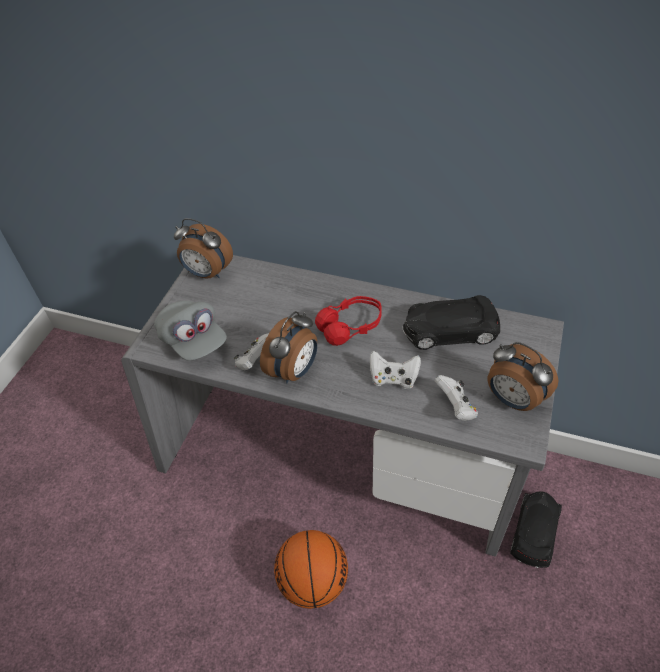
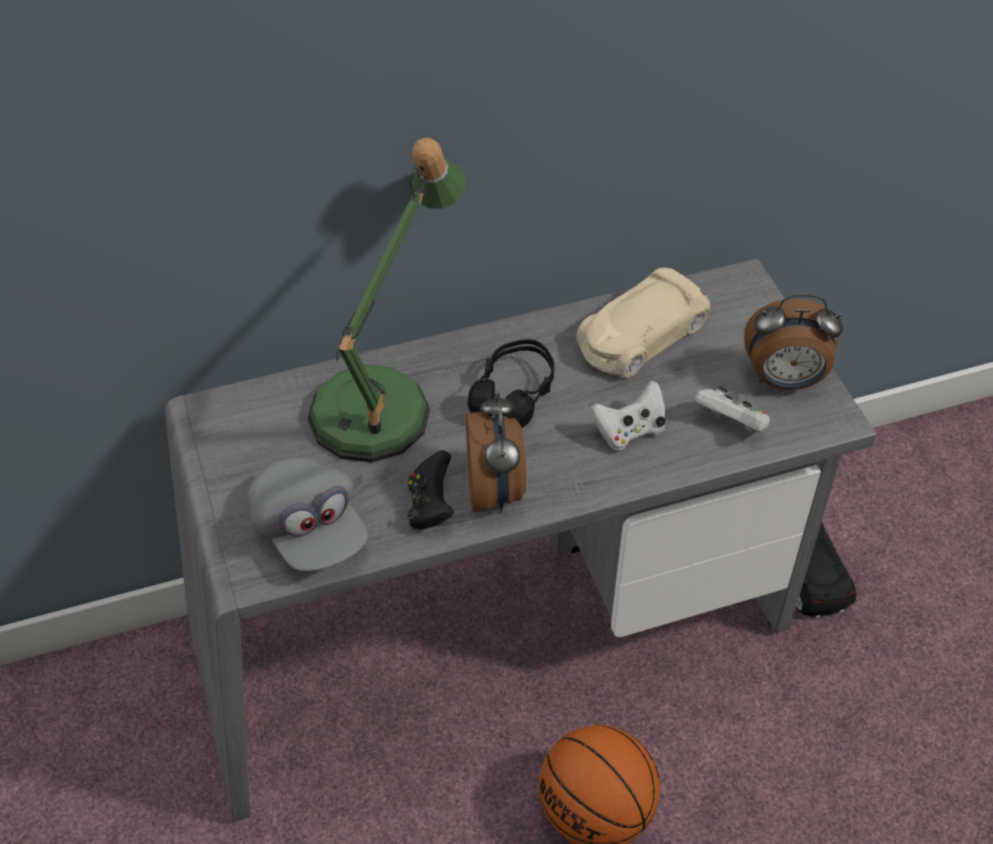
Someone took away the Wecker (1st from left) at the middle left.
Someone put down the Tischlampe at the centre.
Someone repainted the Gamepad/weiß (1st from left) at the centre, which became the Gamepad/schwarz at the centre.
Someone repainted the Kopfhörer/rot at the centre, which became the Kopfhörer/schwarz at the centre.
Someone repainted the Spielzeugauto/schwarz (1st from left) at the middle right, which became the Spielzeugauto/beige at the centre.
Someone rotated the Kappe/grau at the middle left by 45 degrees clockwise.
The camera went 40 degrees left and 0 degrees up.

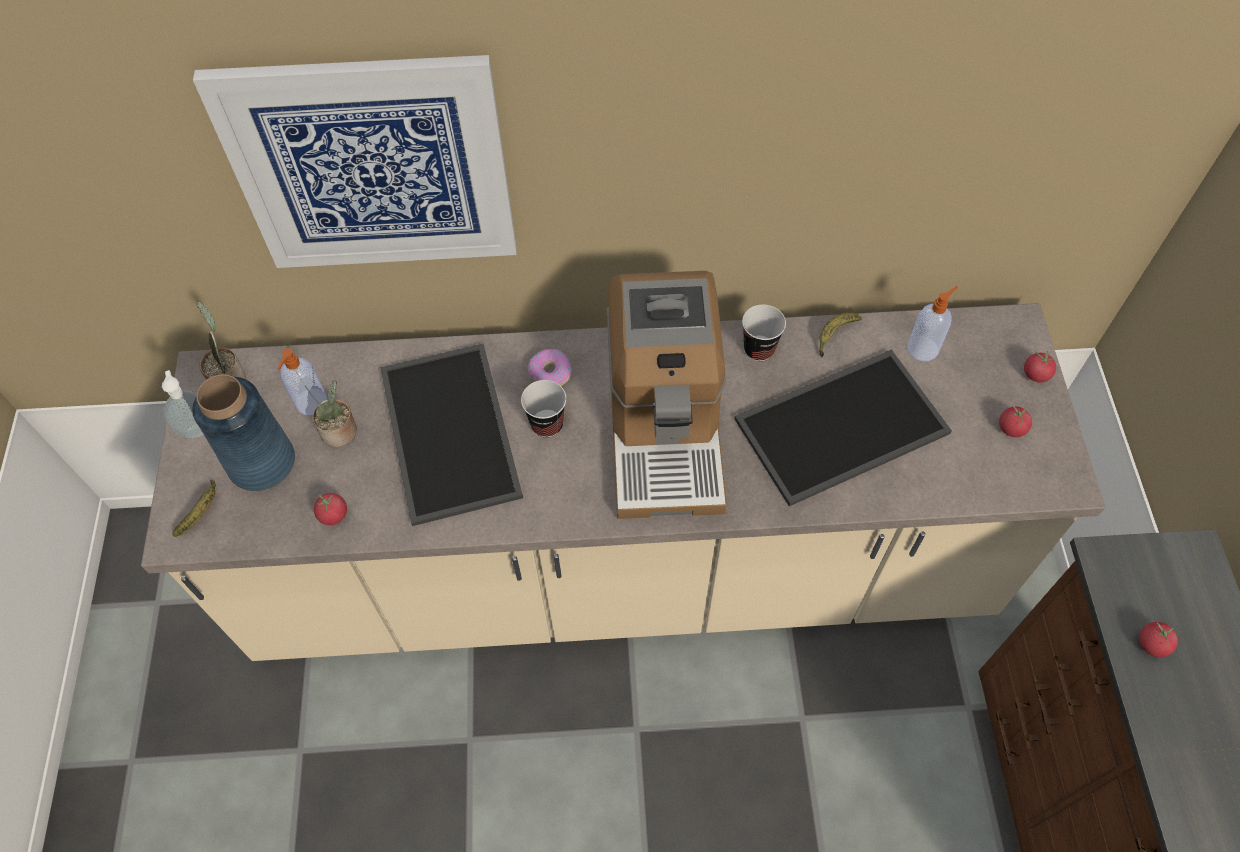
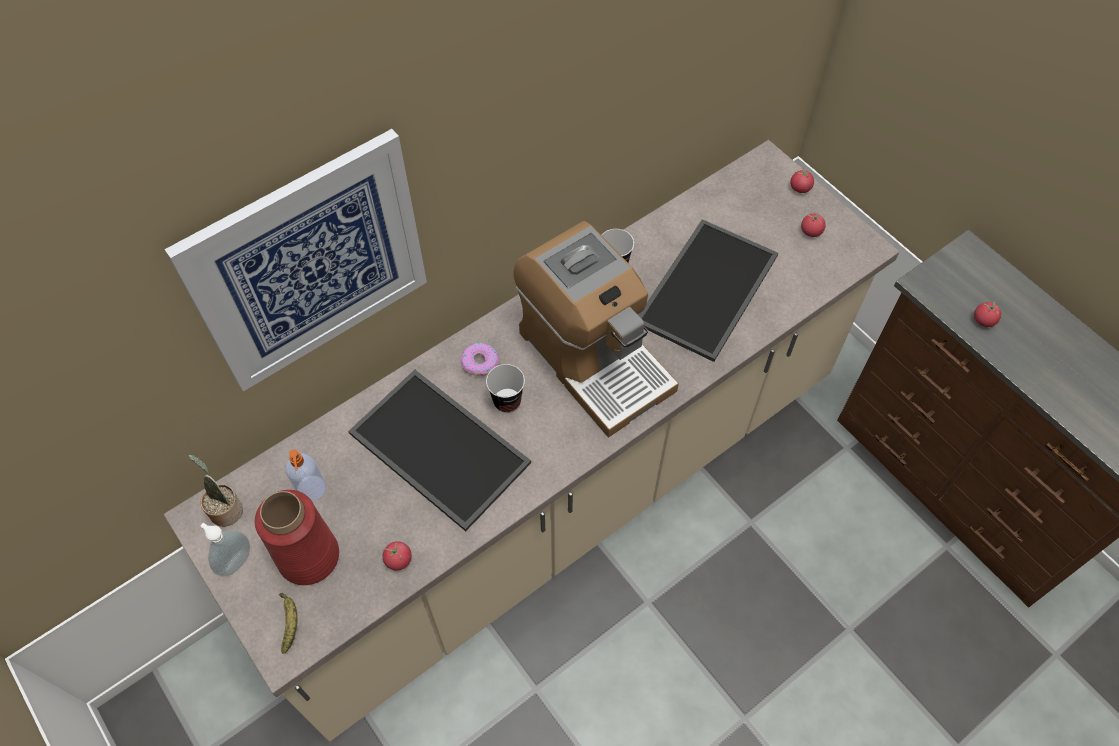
Someone took away the Topfpflanze (2nd from left) at the middle left.
Someone took away the Banane (2nd from left) at the middle right.
Someone took away the Seifenspender (3rd from left) at the middle right.
Someone repainted the Vase/blau at the middle left, which became the Vase/rot at the bottom left.
The camera went 35 degrees left and 0 degrees up.

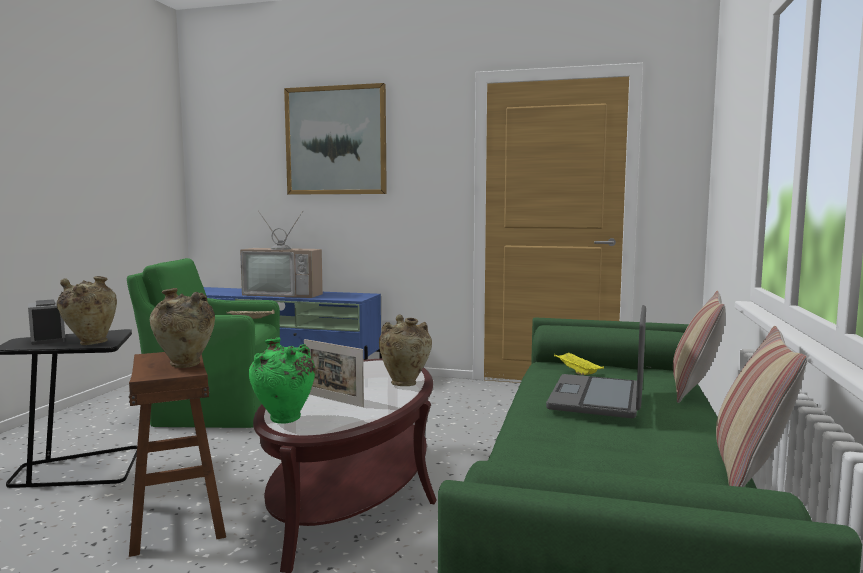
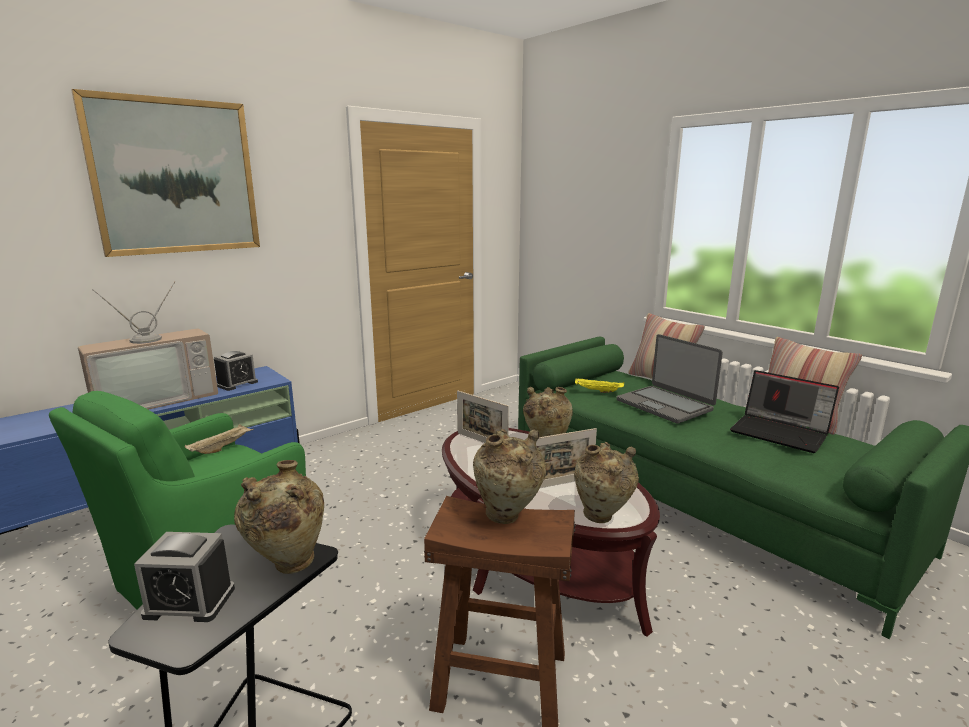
Someone put down the Wecker (2nd from left) at the middle left.
Someone put down the Bilderrahmen (1st from left) at the centre.
Someone put down the Laptop (2nd from left) at the middle right.
Someone repainted the Vase/grün at the middle left, which became the Vase/beige (4th from left) at the centre.
The camera went 55 degrees left and 10 degrees up.

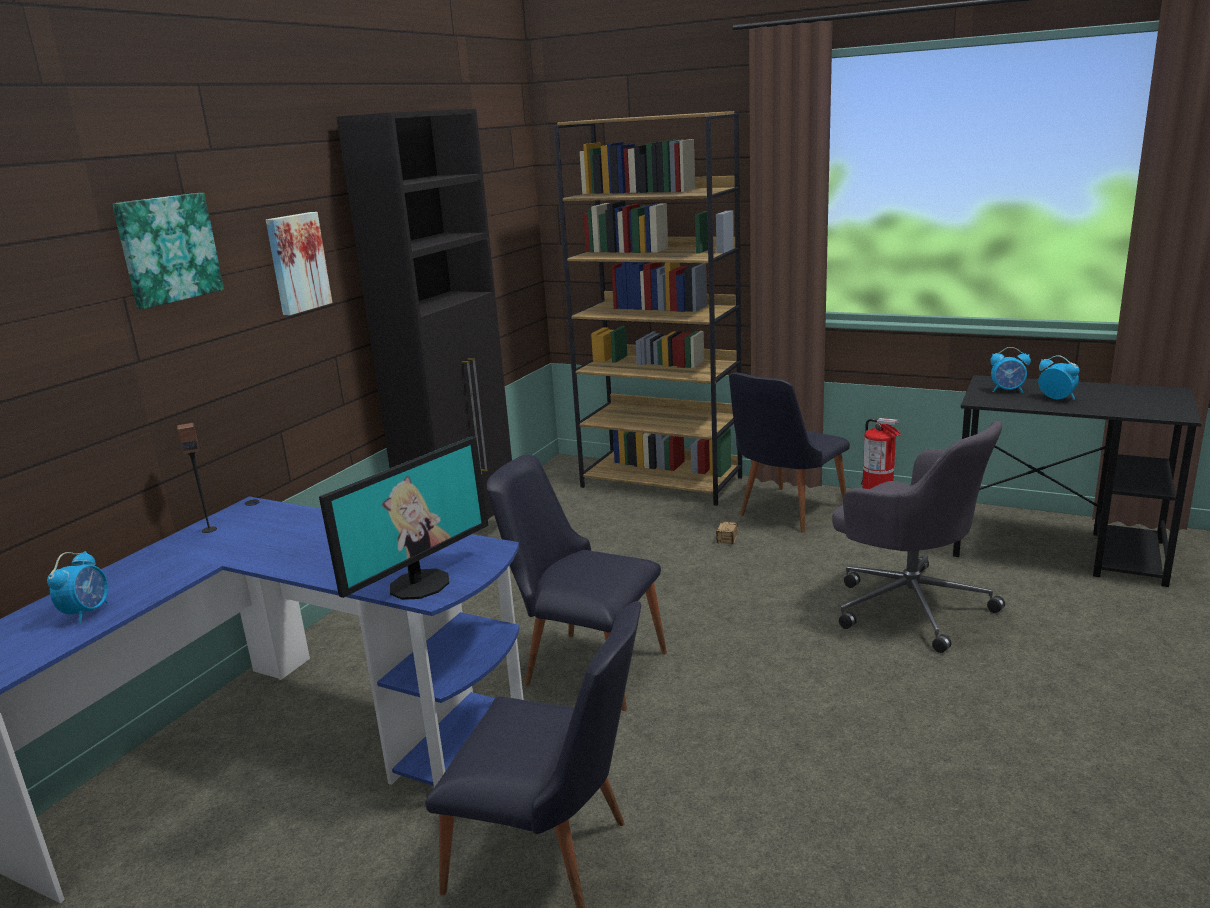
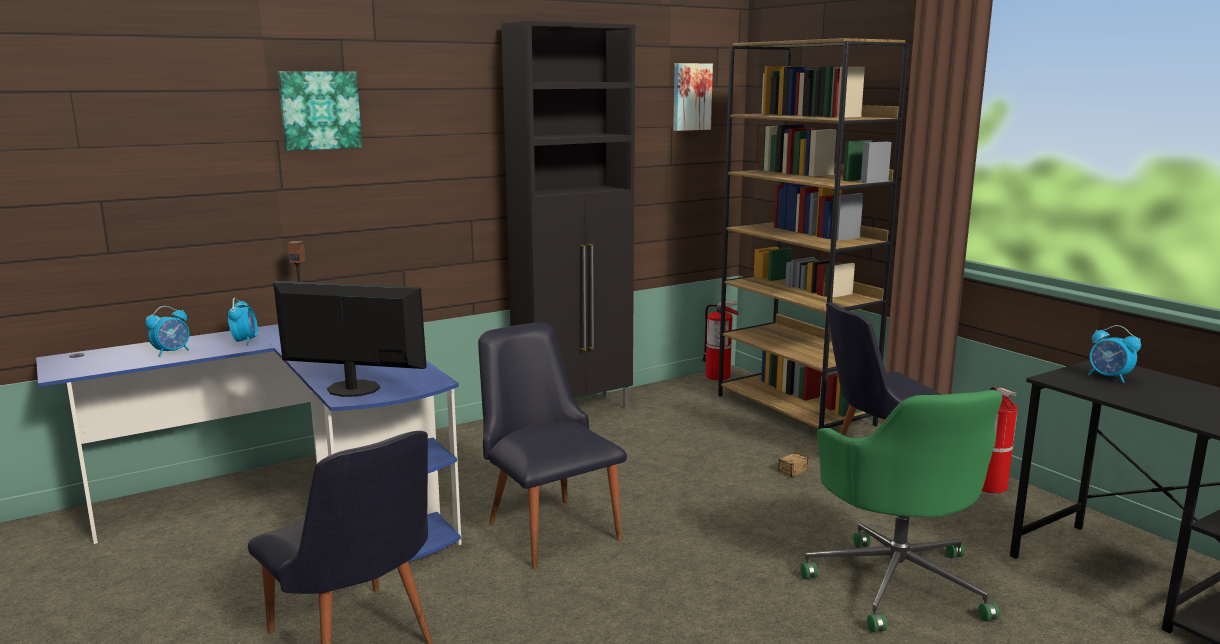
Someone put down the Feuerlöscher (1st from left) at the centre.
Someone carried the Bild (2nd from left) from the top left to the top centre.
Someone carried the Wecker (3rd from left in the first image) from the middle right to the middle left.
Someone repainted the Bürostuhl/grau at the middle right, which became the Bürostuhl/grün at the bottom right.
Someone rotated the Monitor at the middle left by 150 degrees counterclockwise.
The camera went 30 degrees right and 5 degrees down.

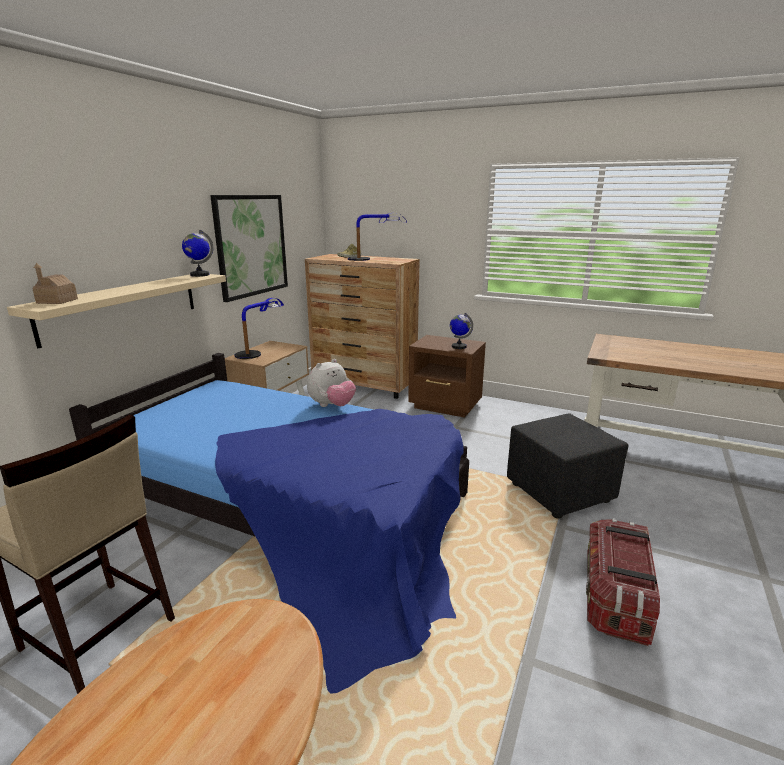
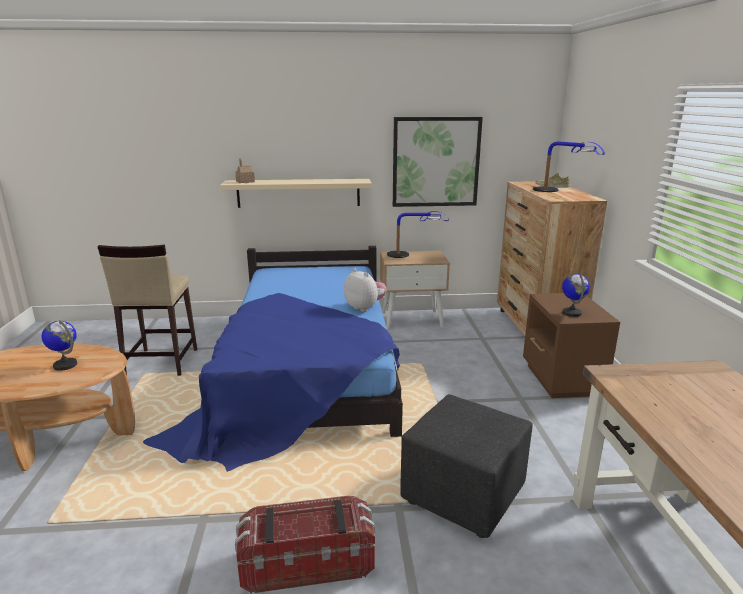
Someone carried the Globus (1st from left) from the top left to the middle left.
Someone rotated the Plüschtier at the centre by 150 degrees counterclockwise.
The camera went 60 degrees right and 0 degrees up.

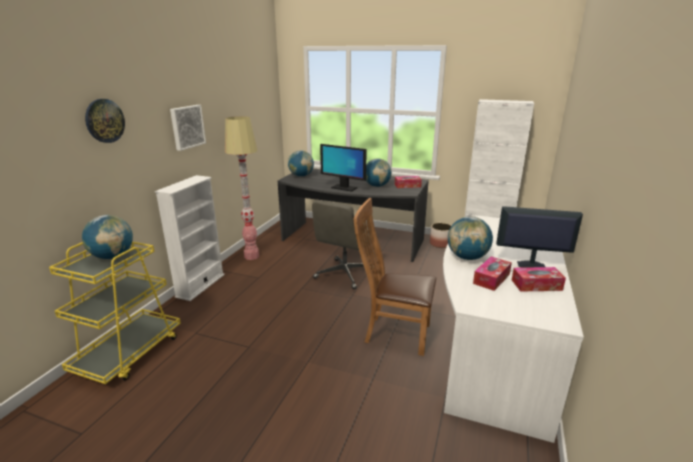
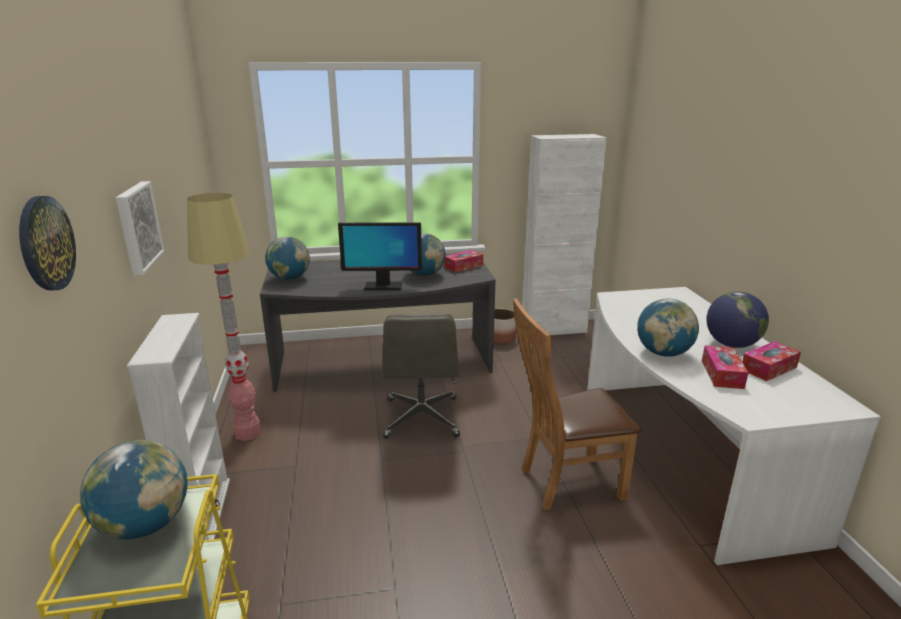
Someone swapped the Monitor (2nd from left) at the middle right for the Globus (5th from left) at the middle right.
The camera went 30 degrees left and 0 degrees up.

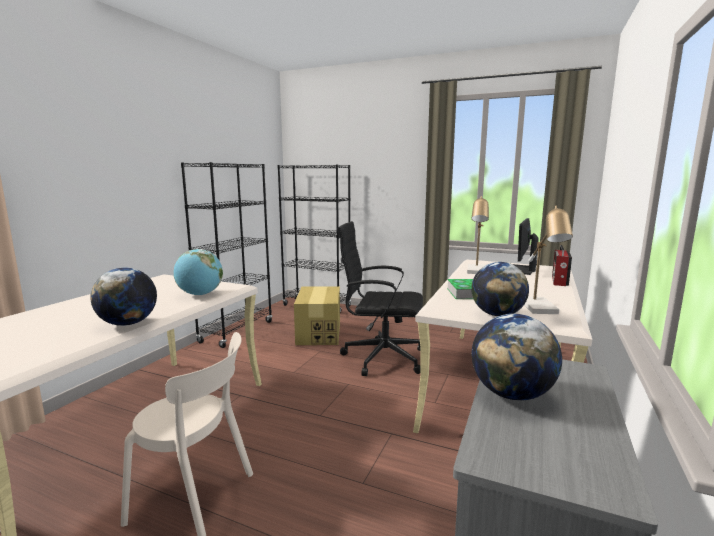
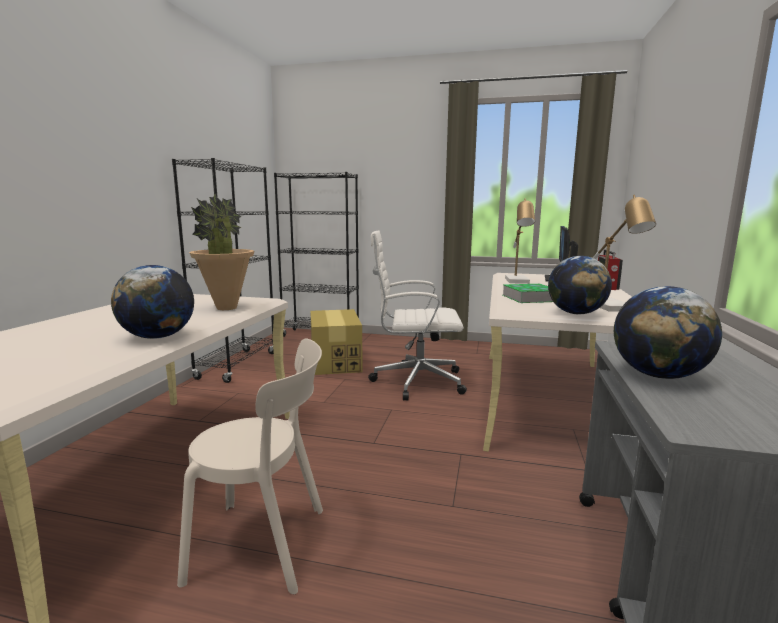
Someone swapped the Globus (2nd from left) at the middle left for the Topfpflanze at the middle left.
Someone repainted the Bürostuhl/schwarz at the centre, which became the Bürostuhl/weiß at the centre.
The camera went 10 degrees left and 0 degrees up.

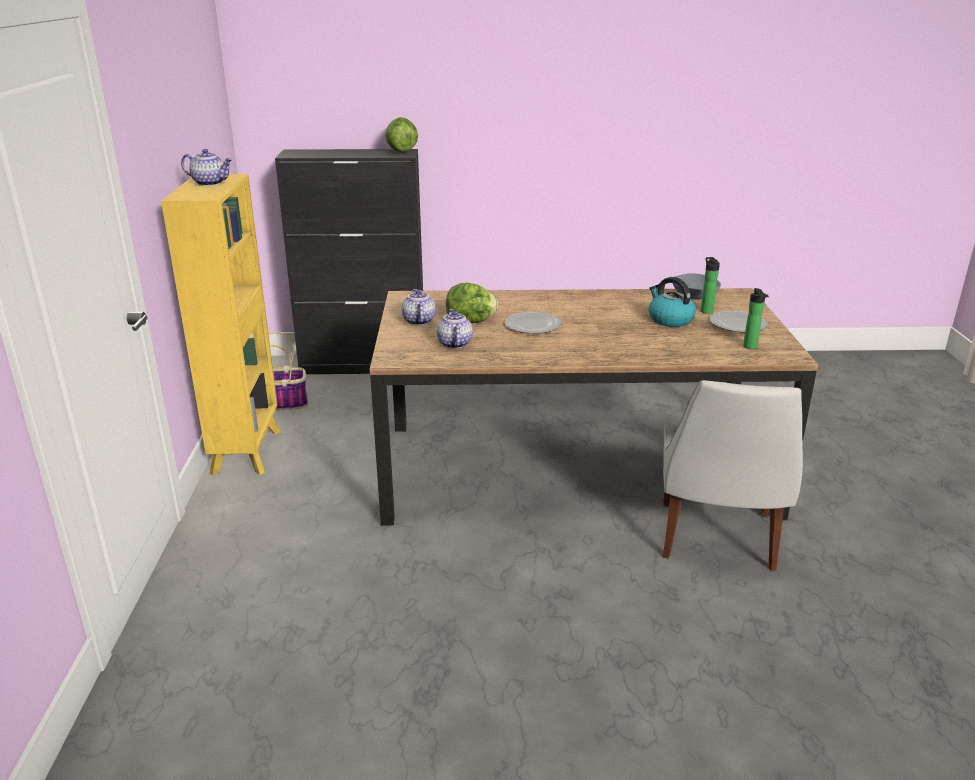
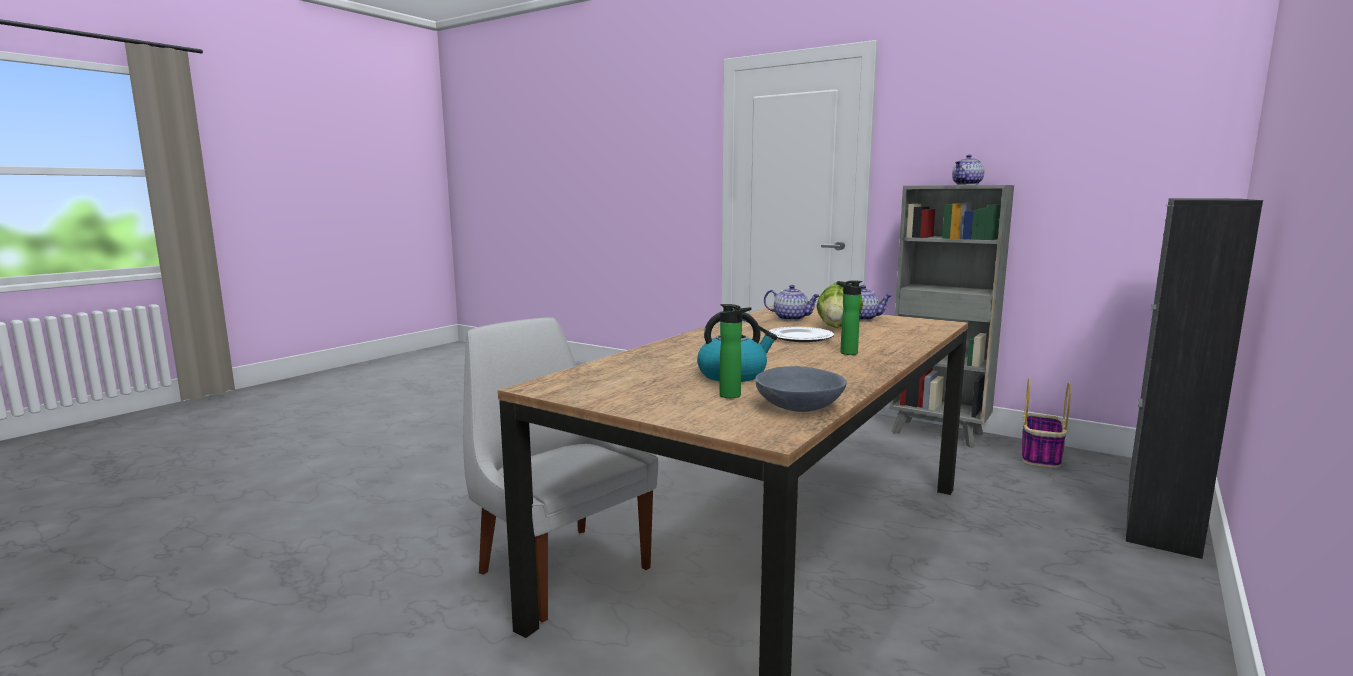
Someone took away the Salatkopf (1st from left) at the top centre.
Someone took away the Teller (2nd from left) at the middle right.
Someone carried the Flasche (2nd from left) from the middle right to the centre.
Someone repainted the Bücherregal/gelb at the middle left, which became the Bücherregal/grau at the middle right.
The camera went 125 degrees right and 15 degrees down.

